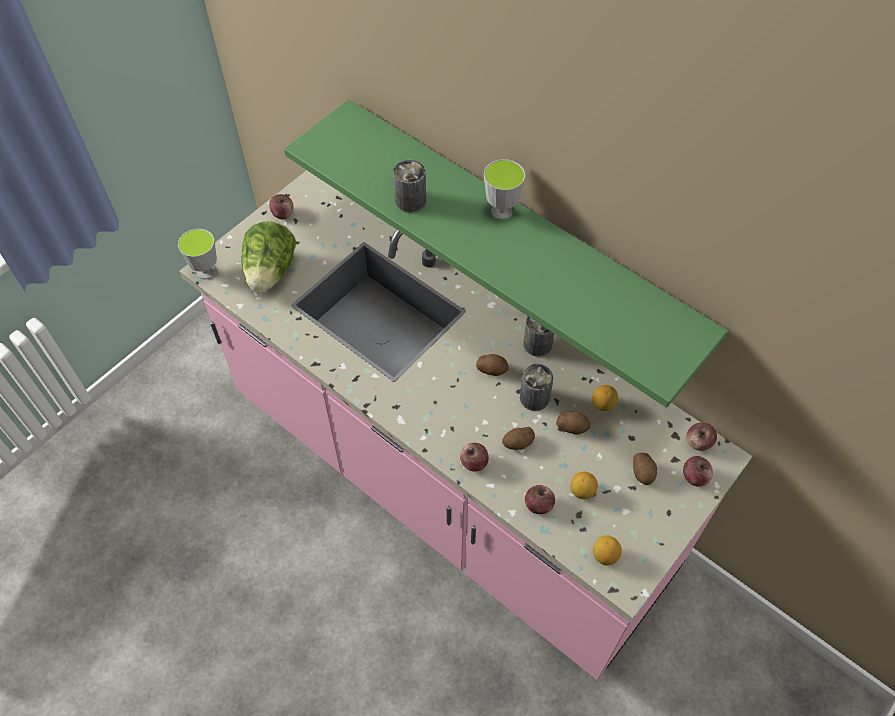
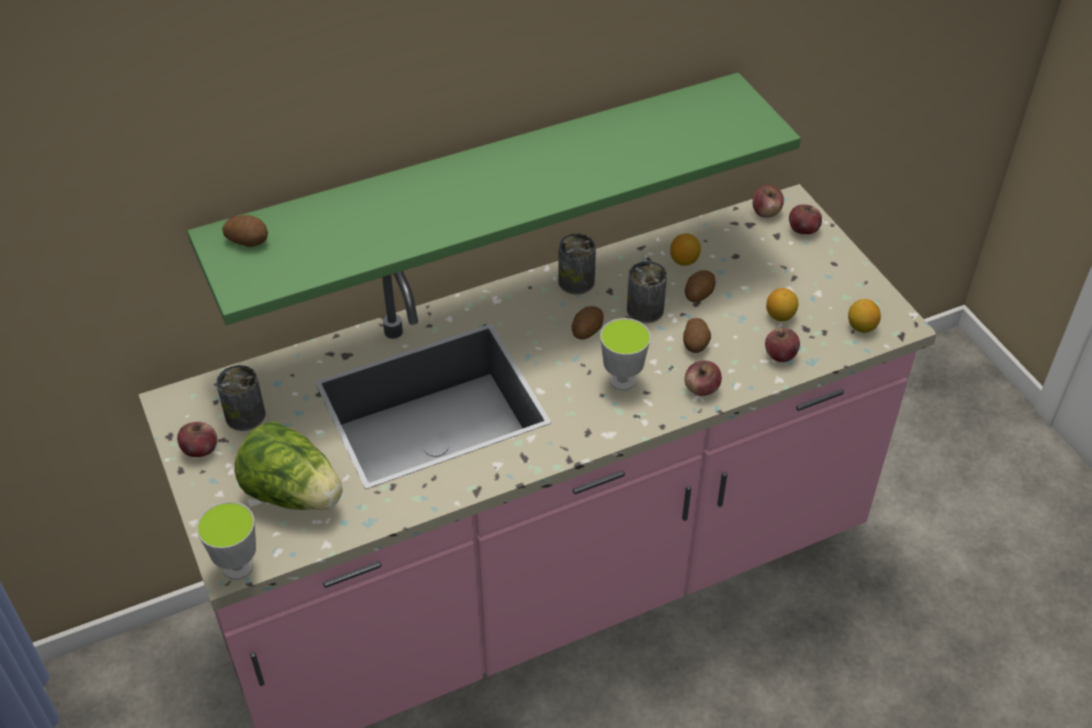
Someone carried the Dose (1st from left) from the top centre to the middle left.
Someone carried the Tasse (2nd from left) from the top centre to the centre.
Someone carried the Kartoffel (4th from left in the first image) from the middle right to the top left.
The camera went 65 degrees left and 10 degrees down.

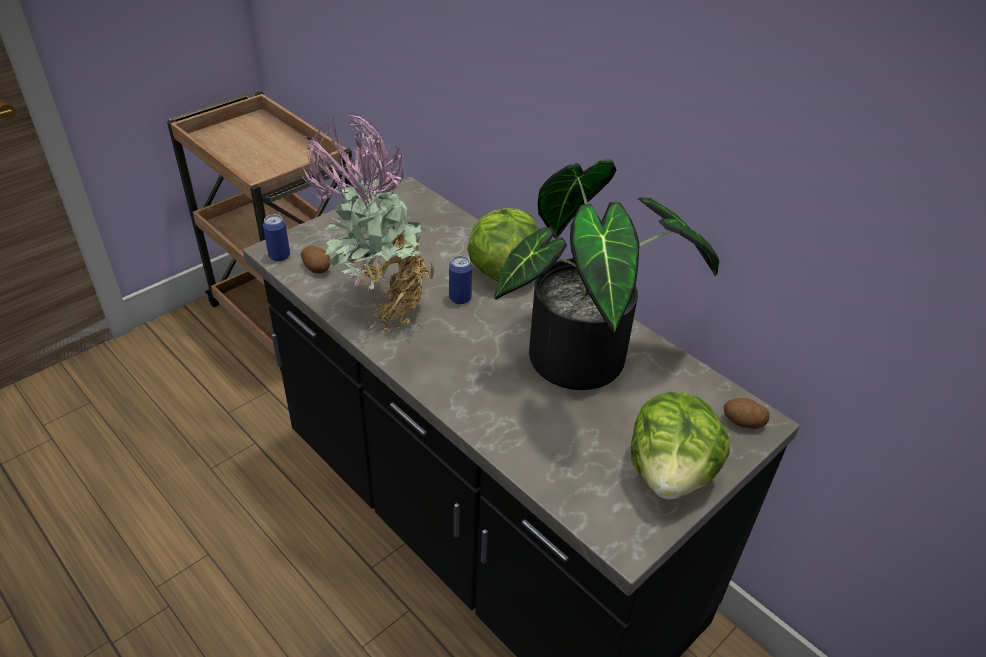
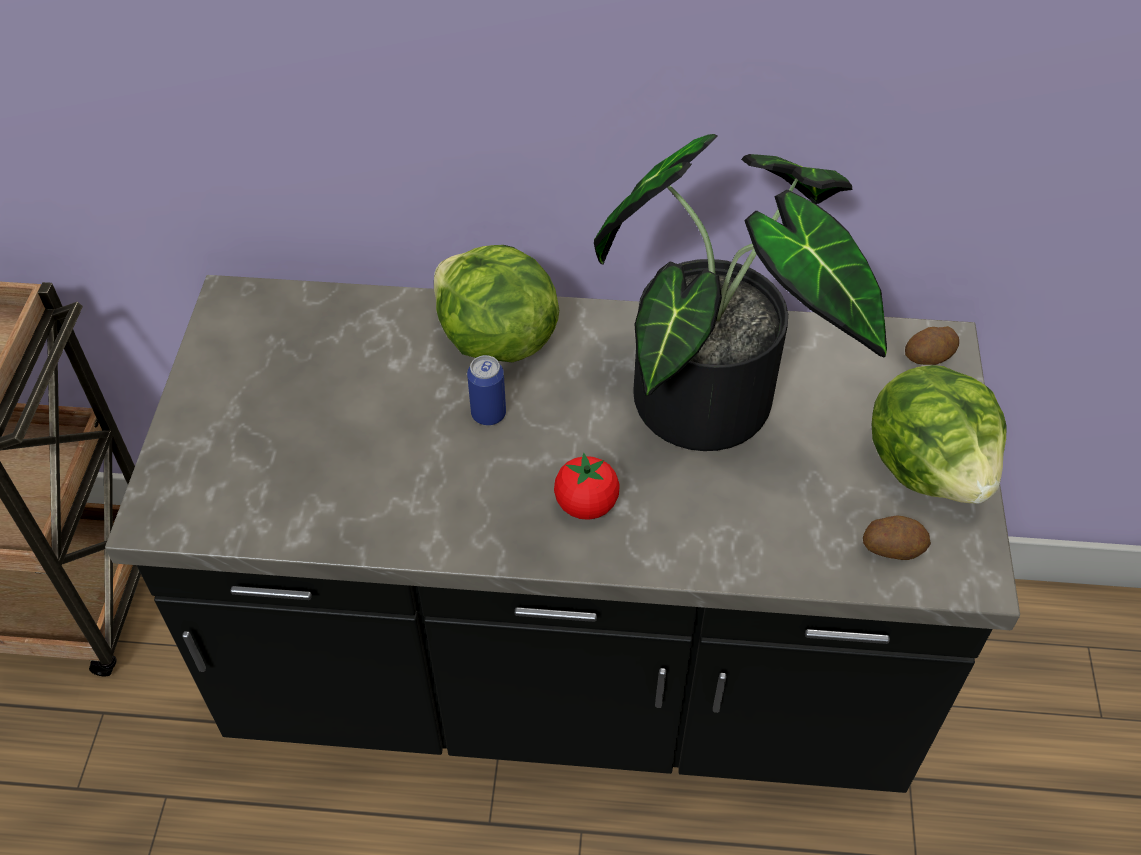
Someone took away the Dose (1st from left) at the middle left.
Someone took away the Topfpflanze (1st from left) at the centre.
Someone put down the Tomate at the centre.
Someone carried the Kartoffel (1st from left) from the middle left to the middle right.
The camera went 40 degrees left and 10 degrees up.

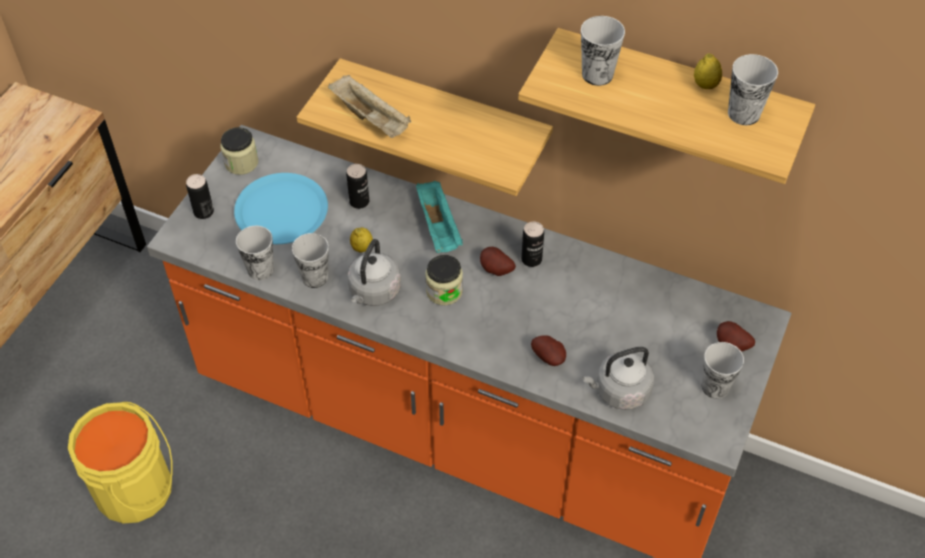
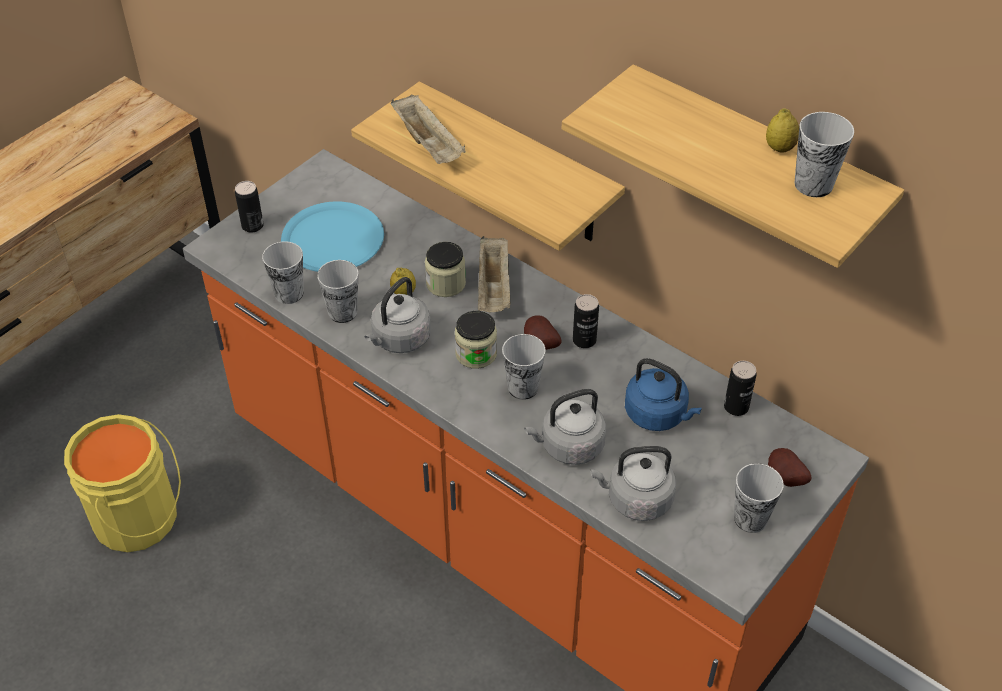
Someone put down the Wasserkessel/blau at the centre.
Someone carried the Vorratsglas (1st from left) from the top left to the centre.
Someone carried the Dose (2nd from left in the first image) from the centre to the middle right.
Someone carried the Tasse (3rd from left) from the top centre to the centre.
Someone swapped the Kartoffel (2nd from left) at the centre for the Wasserkessel/grau (2nd from left) at the centre.
Someone repainted the Tablett/türkis at the centre, which became the Tablett/beige (2nd from left) at the centre.
The camera went 15 degrees right and 5 degrees down.

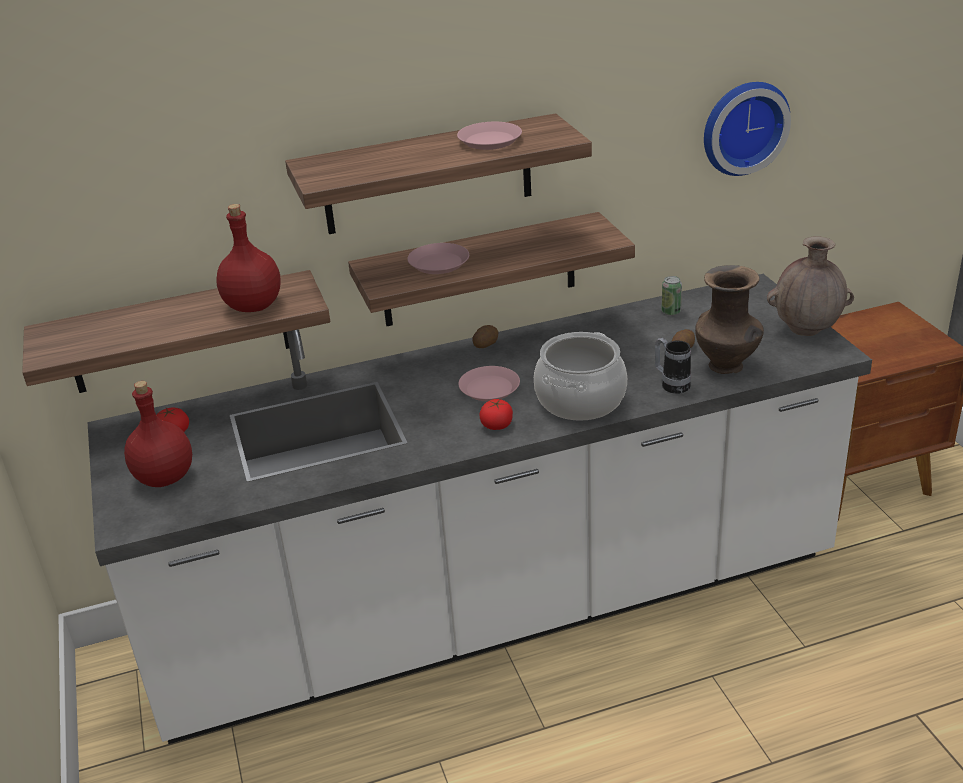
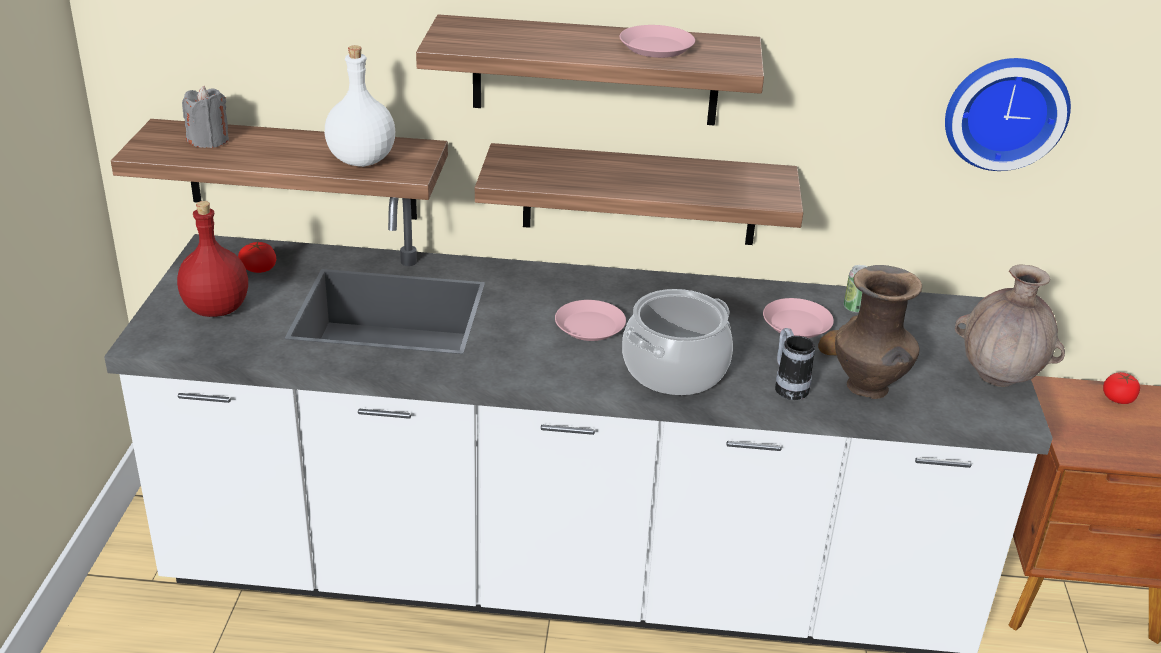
Someone took away the Kartoffel (1st from left) at the centre.
Someone put down the Kerze/grau at the top left.
Someone carried the Teller/rosa (1st from left in the first image) from the top centre to the middle right.
Someone carried the Tomate (2nd from left) from the centre to the middle right.
Someone repainted the Flasche/rot (2nd from left) at the top left, which became the Flasche/weiß at the top left.
The camera went 20 degrees right and 0 degrees up.

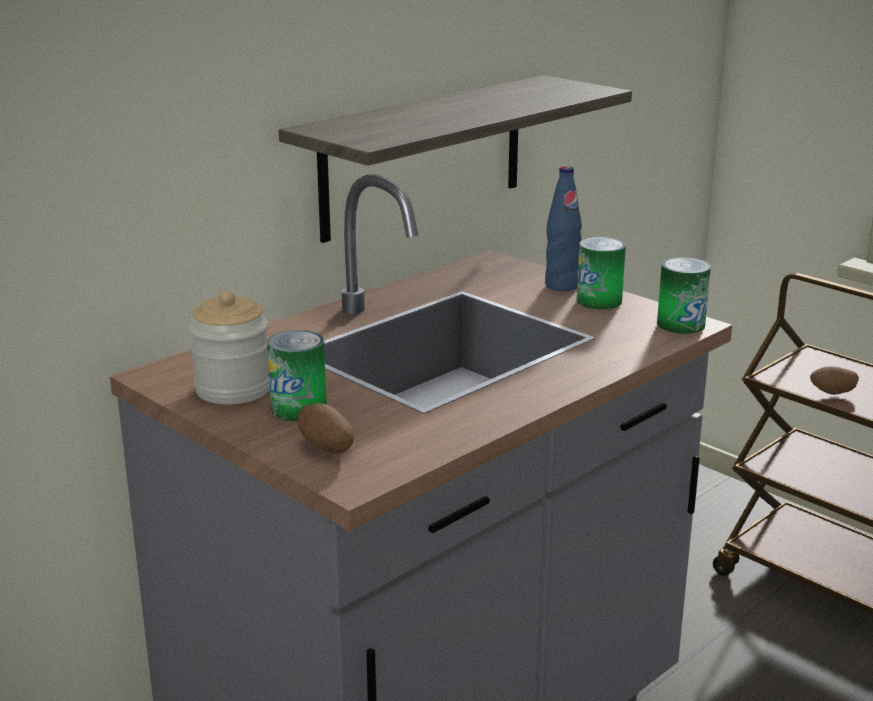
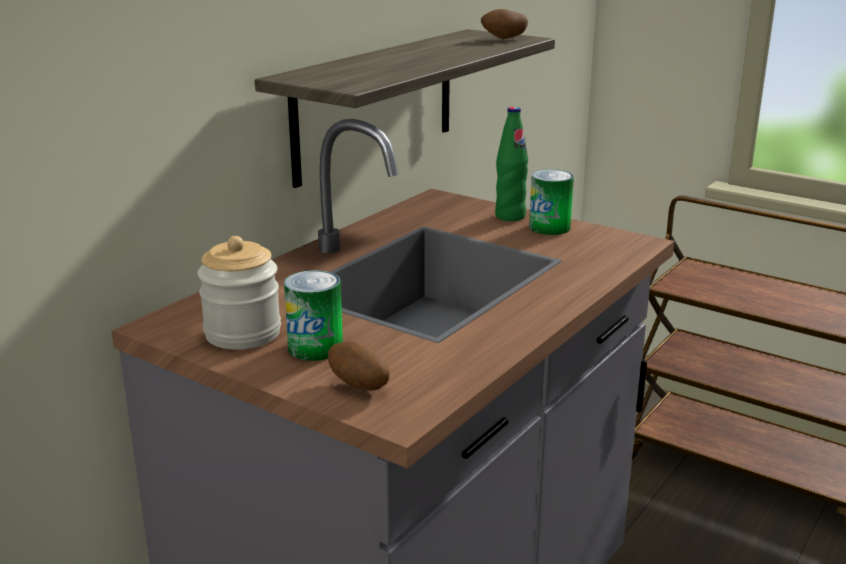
Someone took away the Dose (3rd from left) at the middle right.
Someone carried the Kartoffel (2nd from left) from the middle right to the top centre.
Someone repainted the Flasche/blau at the top centre, which became the Flasche/grün at the top centre.
The camera went 10 degrees left and 0 degrees up.

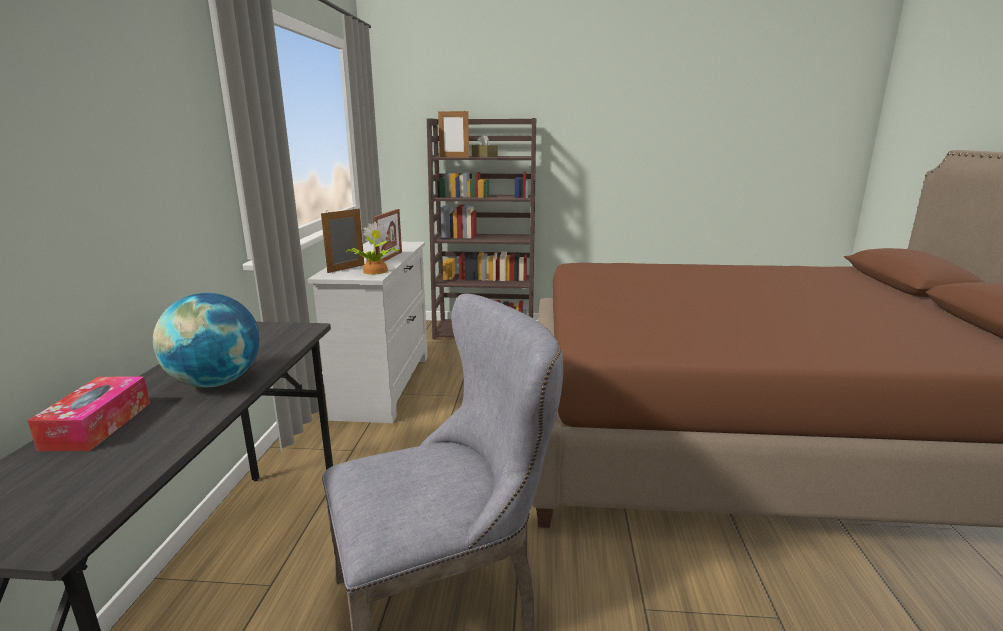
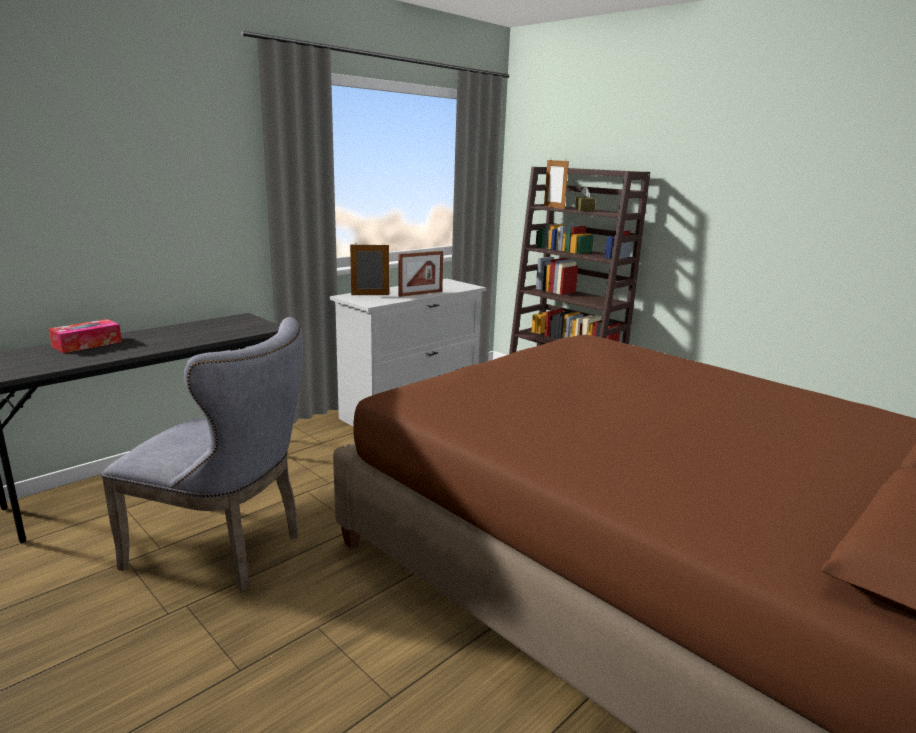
Someone took away the Globus at the middle left.
Someone took away the Topfpflanze at the centre.
The camera went 40 degrees right and 0 degrees up.

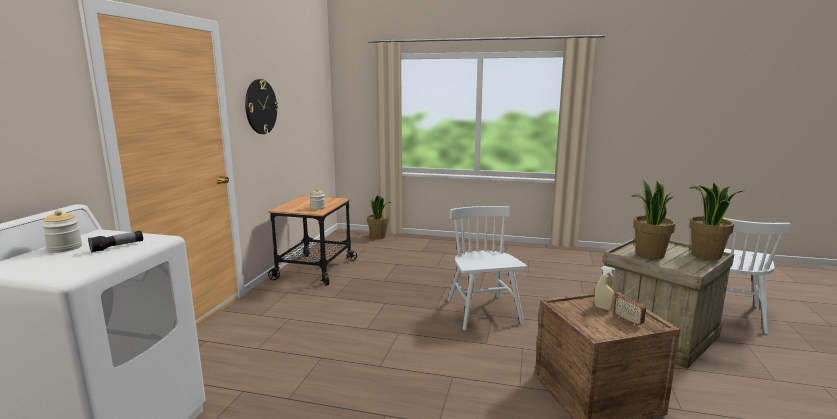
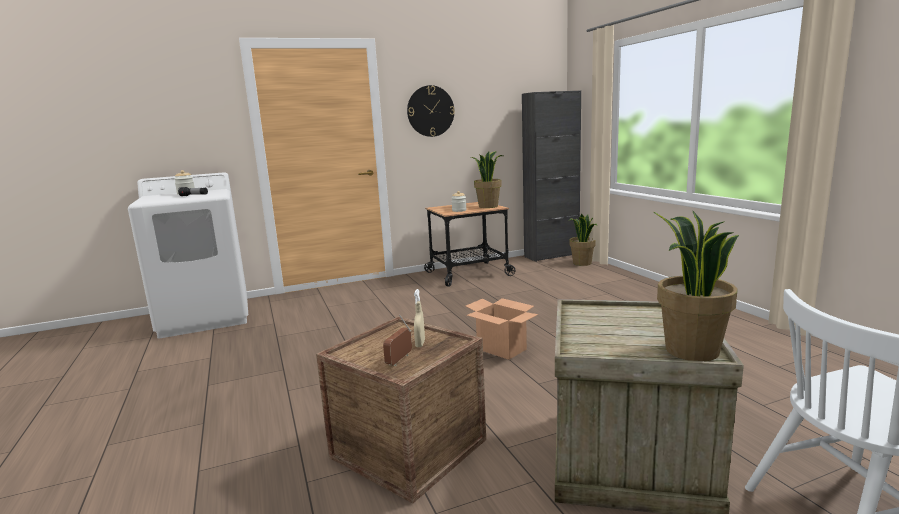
Someone put down the Schrank/schwarz at the centre.
Someone carried the Topfpflanze (2nd from left in the first image) from the middle right to the centre.
Someone swapped the Stuhl/weiß (1st from left) at the centre for the Karton at the centre.
The camera went 55 degrees right and 0 degrees up.

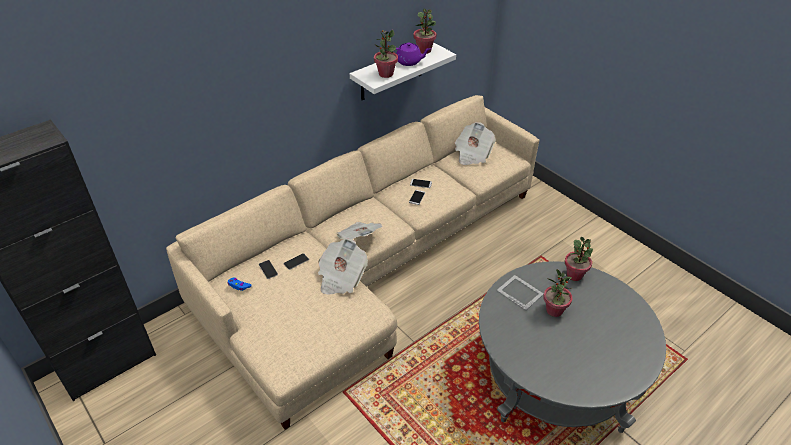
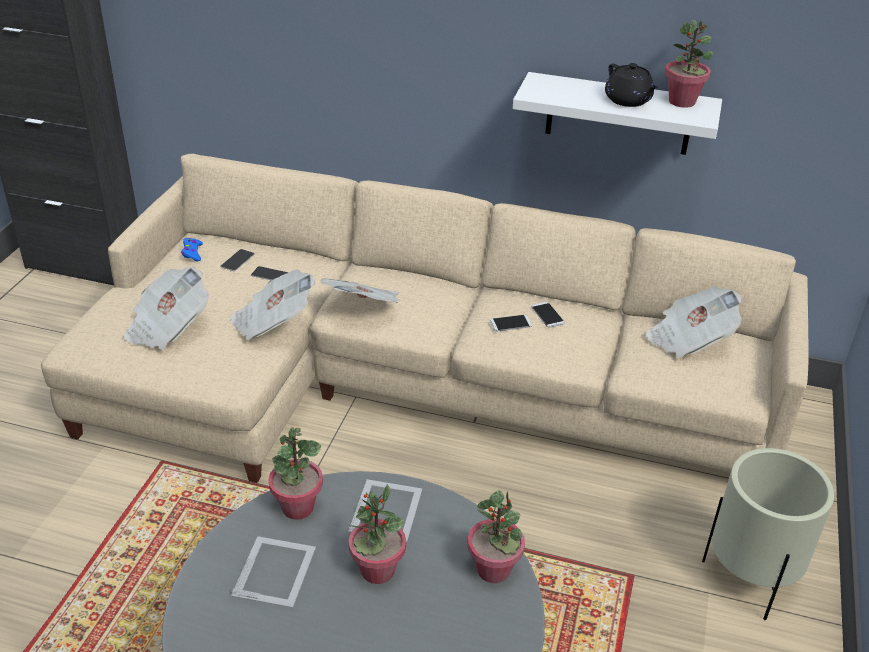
Someone put down the Zeitung (1st from left) at the middle left.
Someone put down the Bilderrahmen (1st from left) at the bottom left.
Someone put down the Pflanzkübel/beige at the bottom right.
Someone carried the Topfpflanze (1st from left) from the top centre to the bottom centre.
Someone repainted the Teekanne/lila at the top centre, which became the Teekanne/schwarz at the top right.
The camera went 55 degrees right and 5 degrees down.

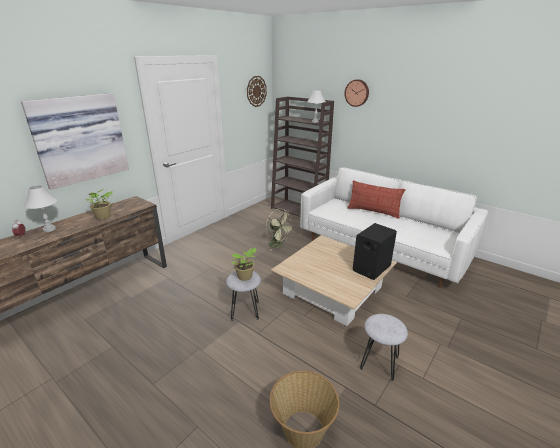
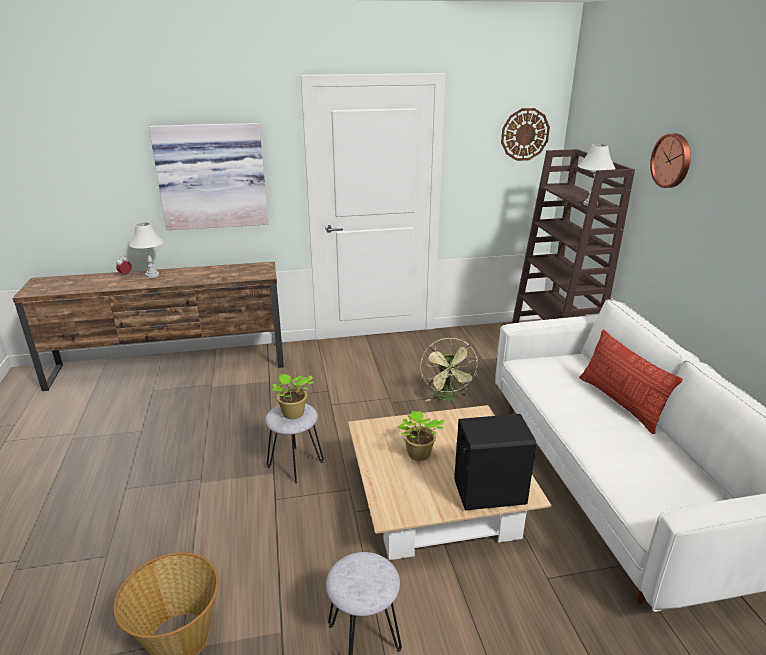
Someone carried the Topfpflanze (1st from left in the first image) from the middle left to the centre.
The camera went 40 degrees right and 0 degrees up.

